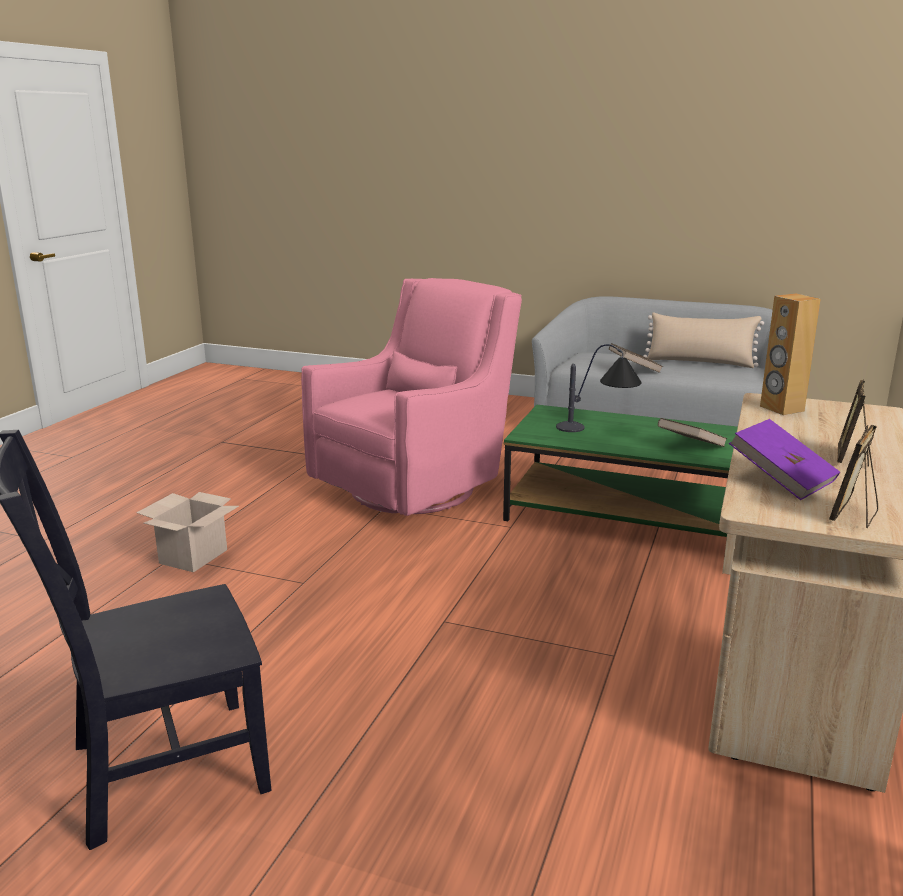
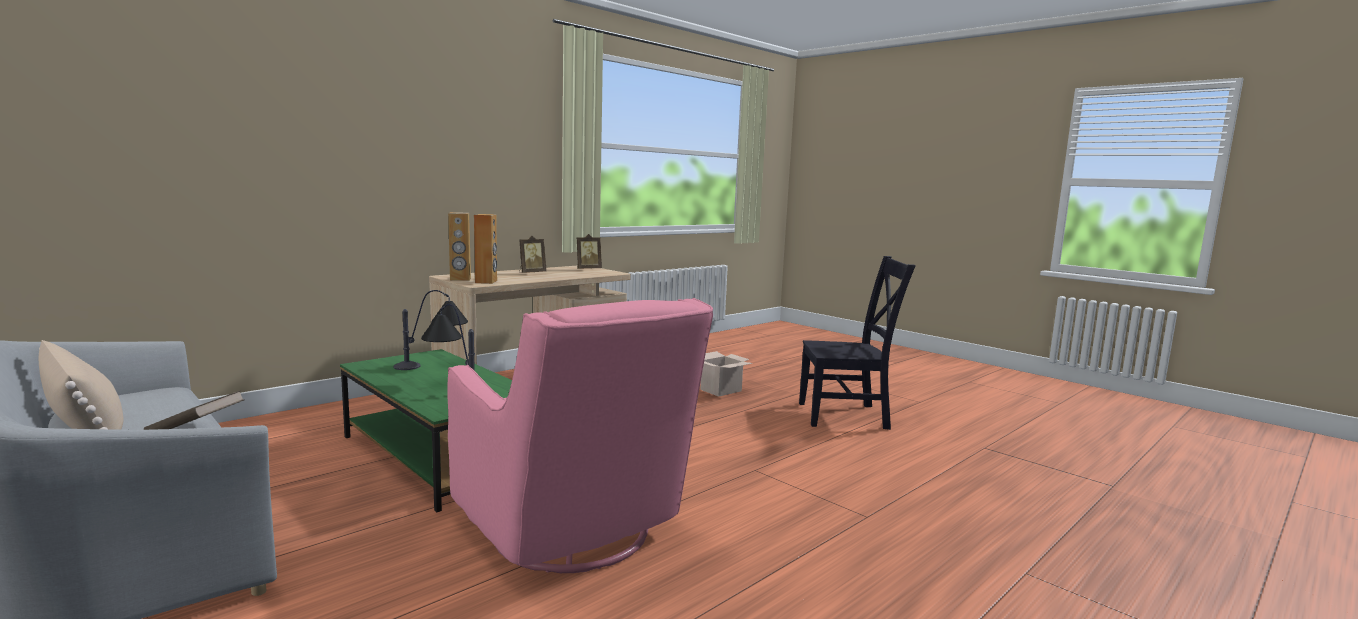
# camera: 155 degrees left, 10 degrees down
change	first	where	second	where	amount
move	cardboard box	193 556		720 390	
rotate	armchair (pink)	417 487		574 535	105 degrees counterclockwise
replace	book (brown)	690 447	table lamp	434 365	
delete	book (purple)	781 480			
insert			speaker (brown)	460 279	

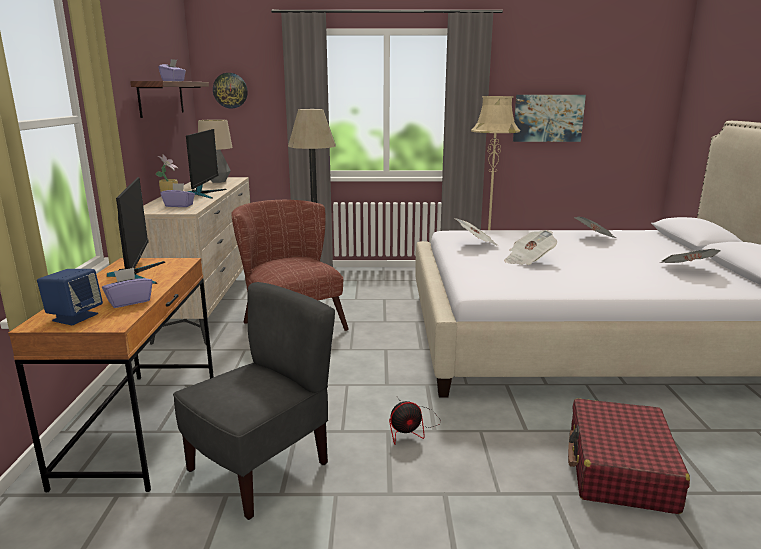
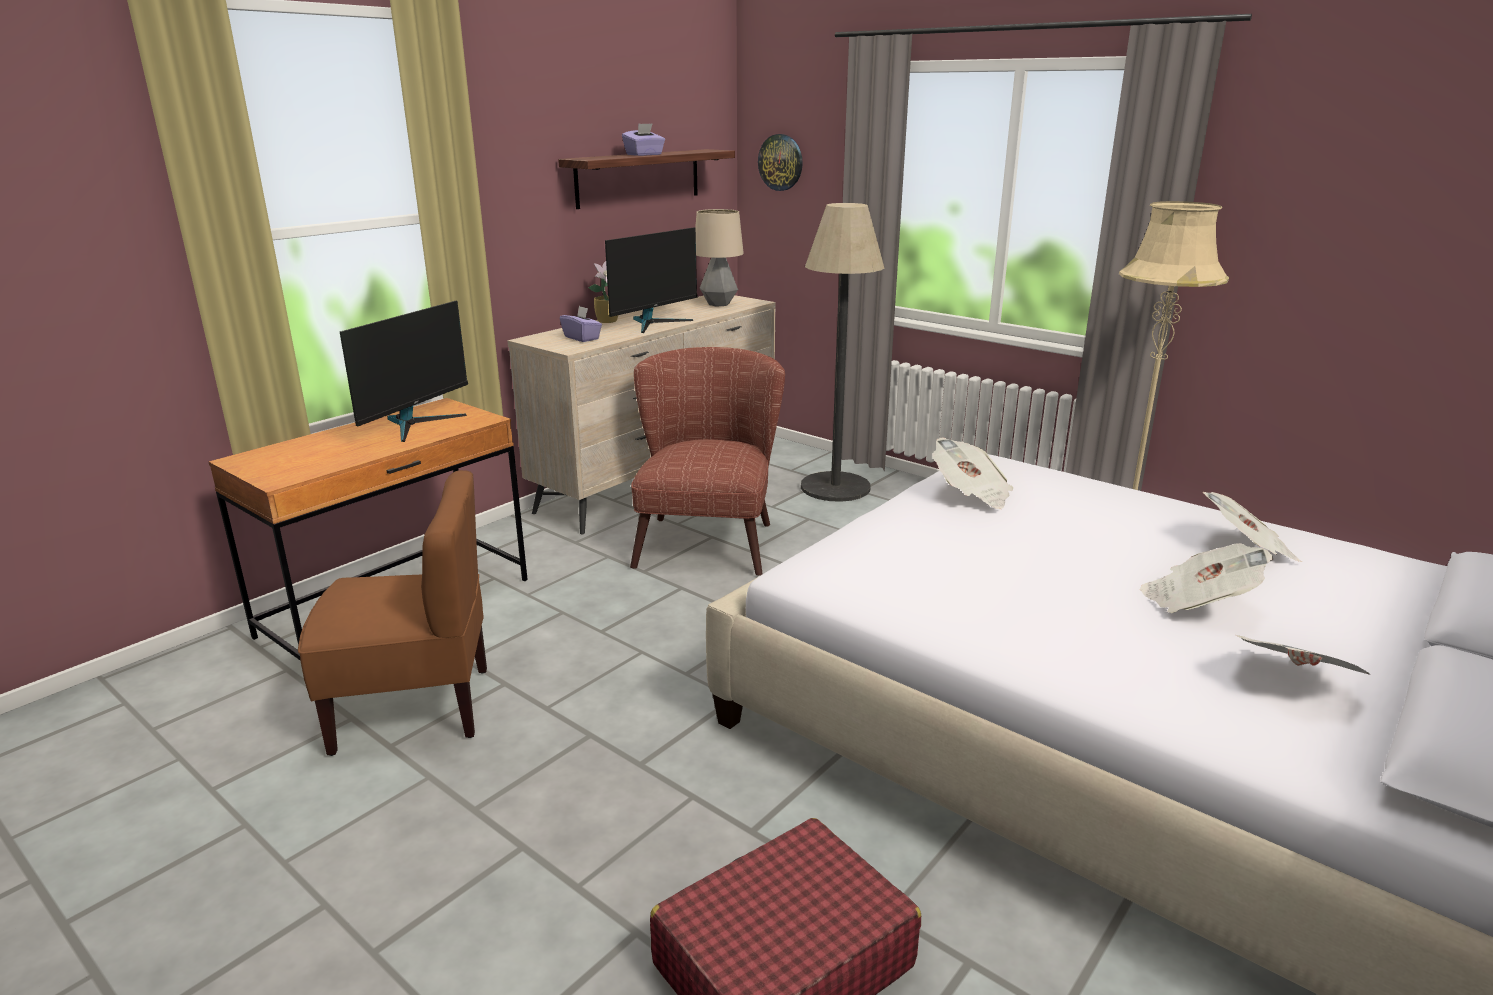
# camera: 40 degrees right, 5 degrees up
change	first	where	second	where	amount
delete	speaker (blue)	75 317			
delete	tissue box (purple)	129 301			
recolor	chair (grey)	260 468	chair (brown)	414 708	
delete	fan	411 428			
move	newspaper	528 260		1197 602	
delete	picture	548 118			

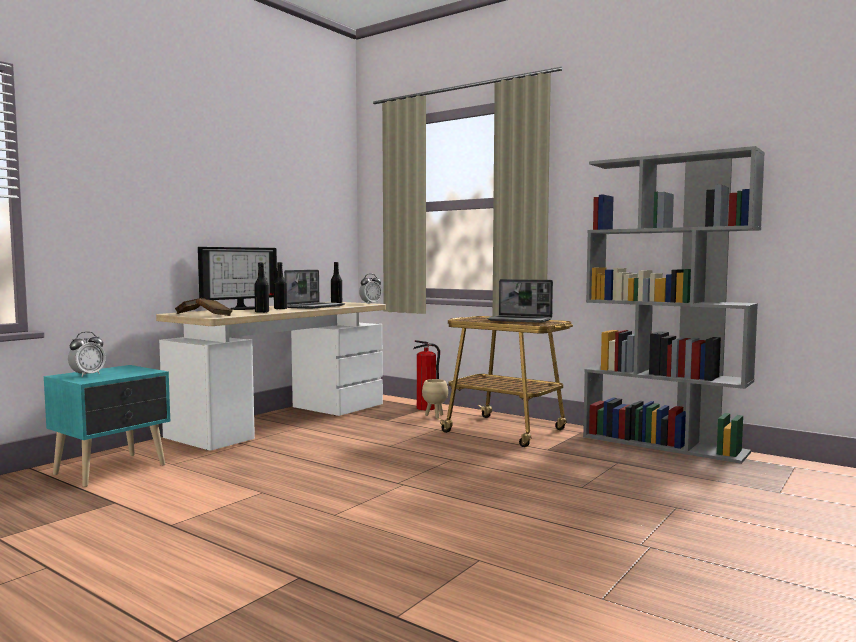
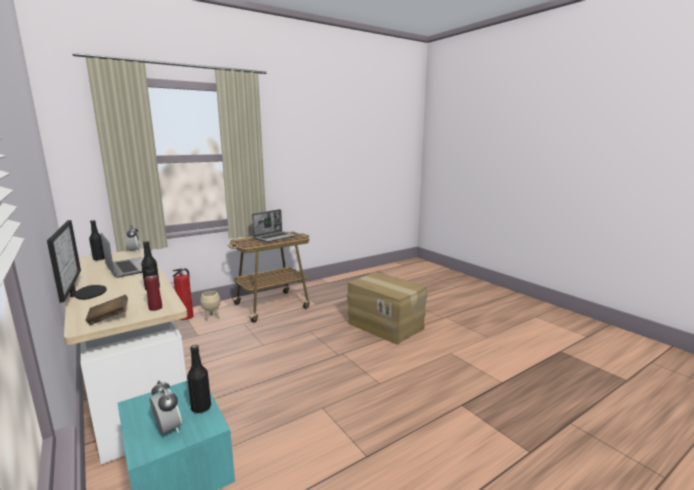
# camera: 70 degrees left, 10 degrees up
change	first	where	second	where	amount
replace	book (brown)	214 315	bottle (red)	155 308	
move	bottle (black)	280 309		201 407	
delete	bookcase (grey)	664 444			
insert			cardboard box	386 325	

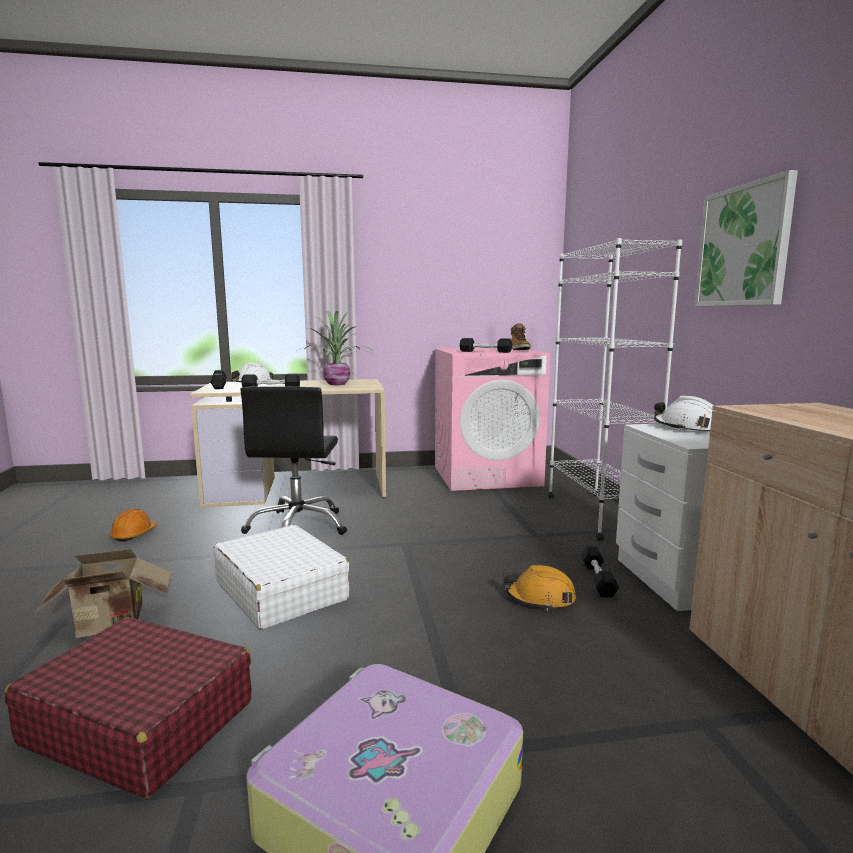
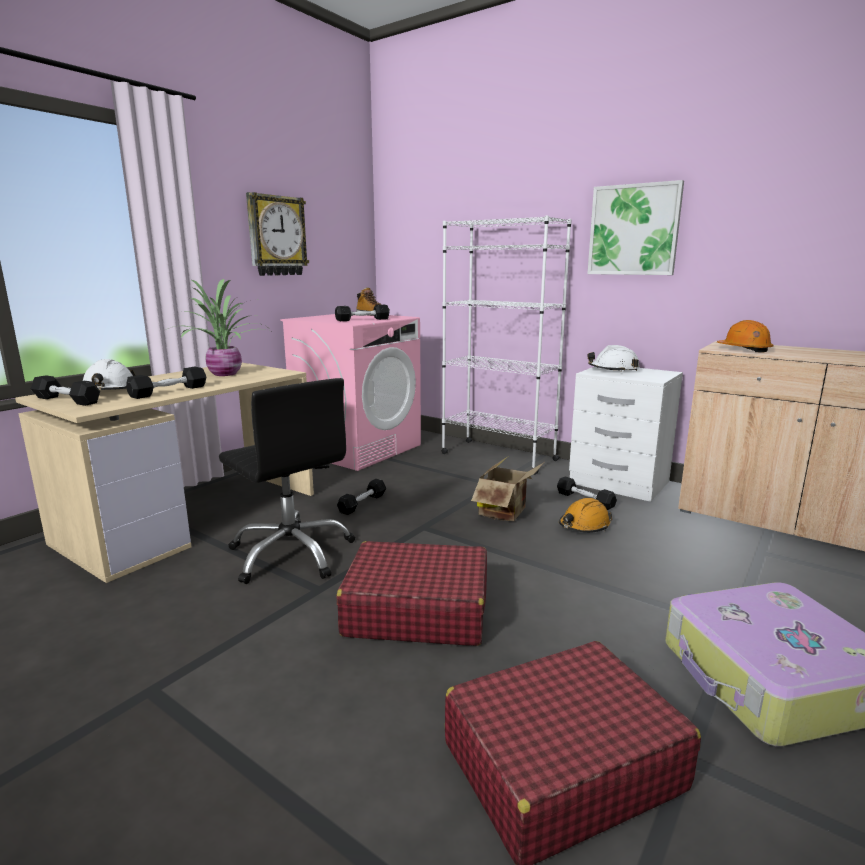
# camera: 45 degrees left, 5 degrees up
change	first	where	second	where	amount
move	cardboard box	112 625		506 512	
move	hard hat (orange)	134 534		744 349	
recolor	suitcase (white)	281 591	suitcase (red)	416 610	
insert			wall clock	276 236	
insert			dumbbell (black)	362 503	

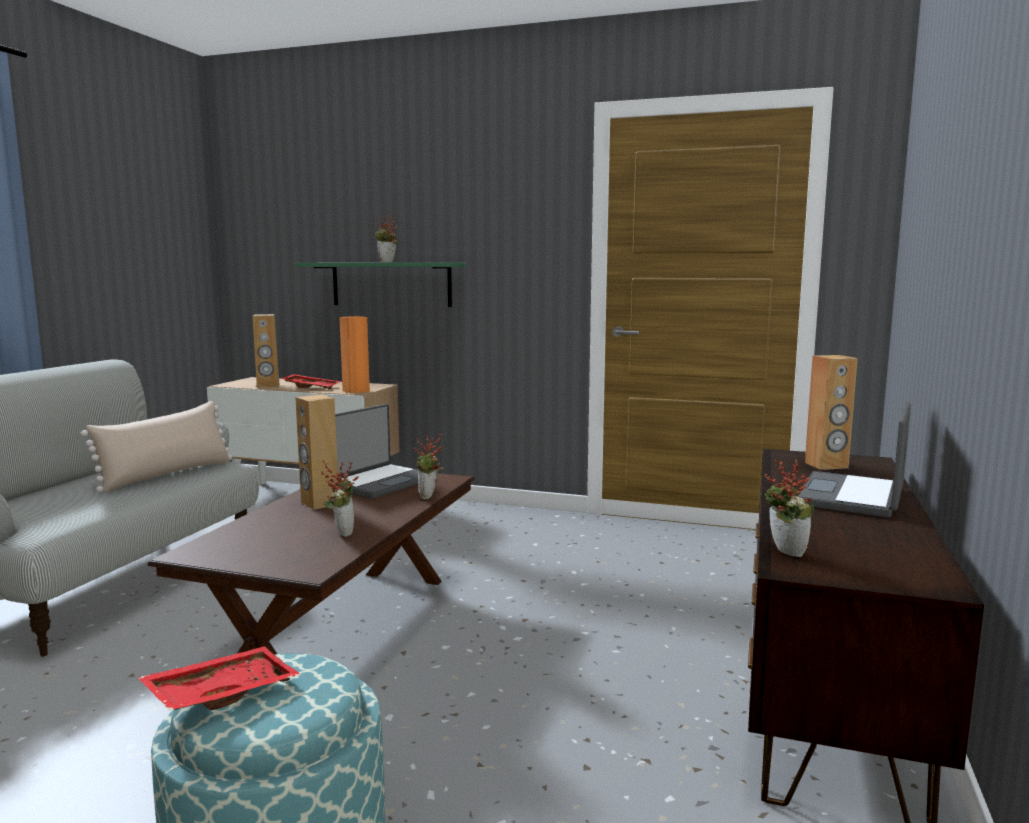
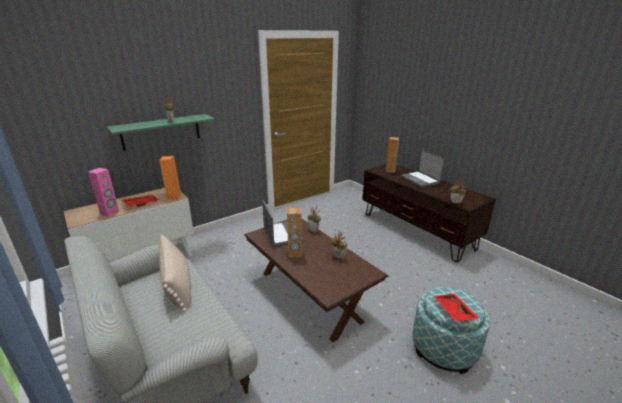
# camera: 55 degrees left, 15 degrees up
change	first	where	second	where	amount
recolor	speaker (brown)	268 386	speaker (pink)	110 212	

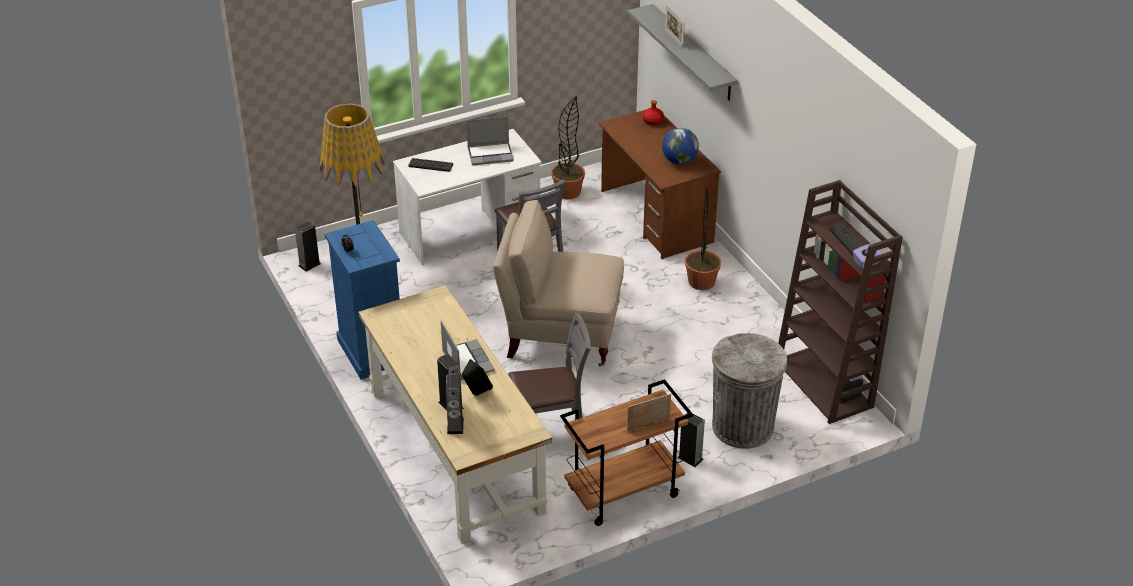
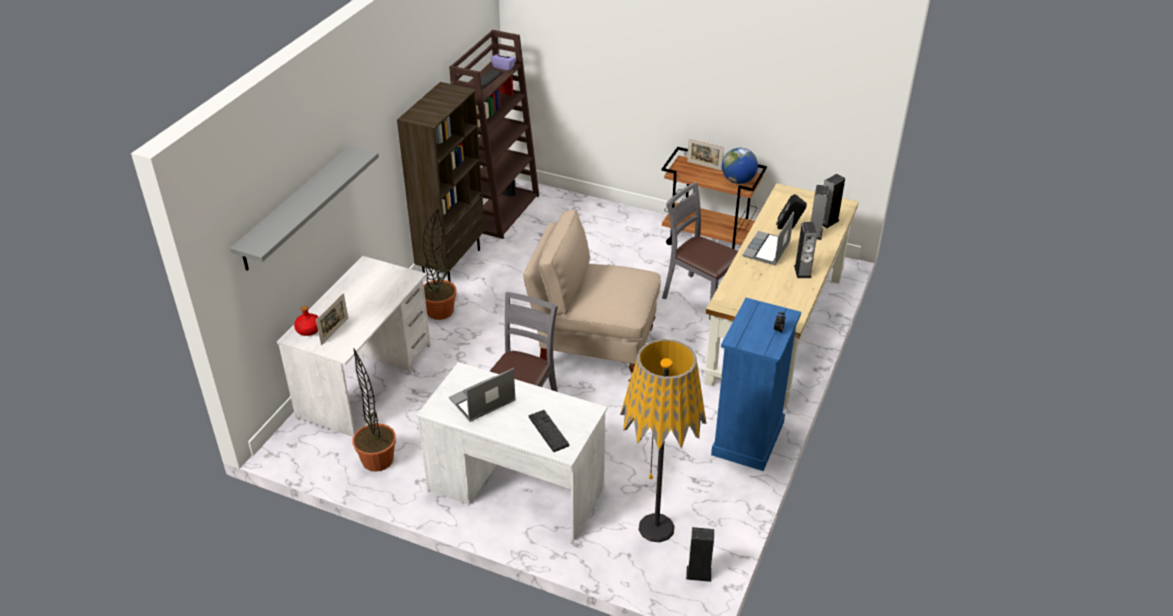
# camera: 130 degrees left, 0 degrees up
change	first	where	second	where	amount
rotate	laptop	491 154		482 401	75 degrees counterclockwise
rotate	chair (beige)	560 335		594 348	135 degrees clockwise
recolor	desk (brown)	656 217	desk (white)	366 380	
move	globe	679 161		738 181	
move	picture frame	674 38		334 331	
move	speaker	690 458		802 271	
delete	trash can (grey)	743 427			
insert			bookcase (brown)	451 262	

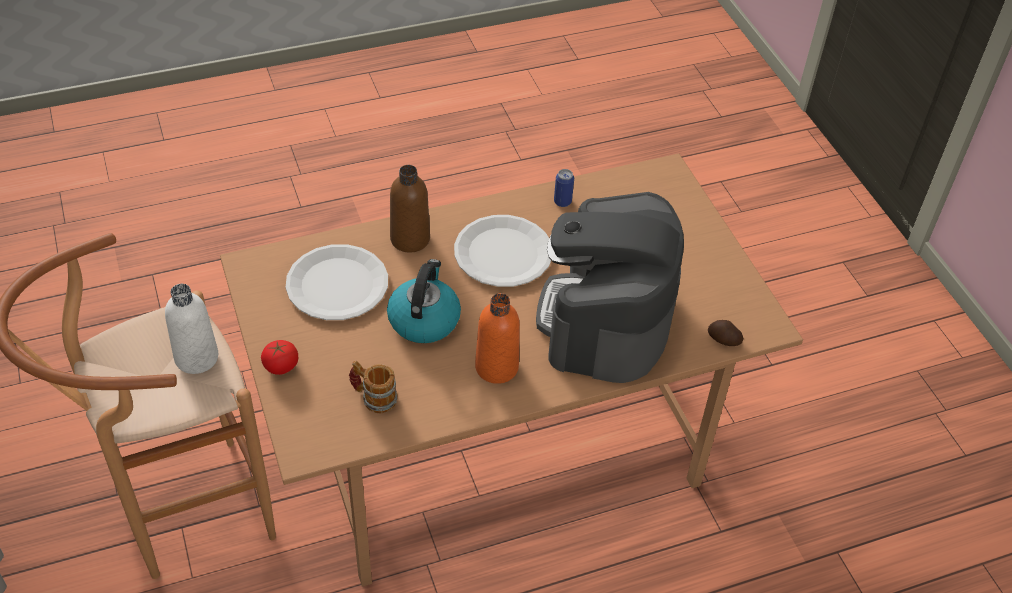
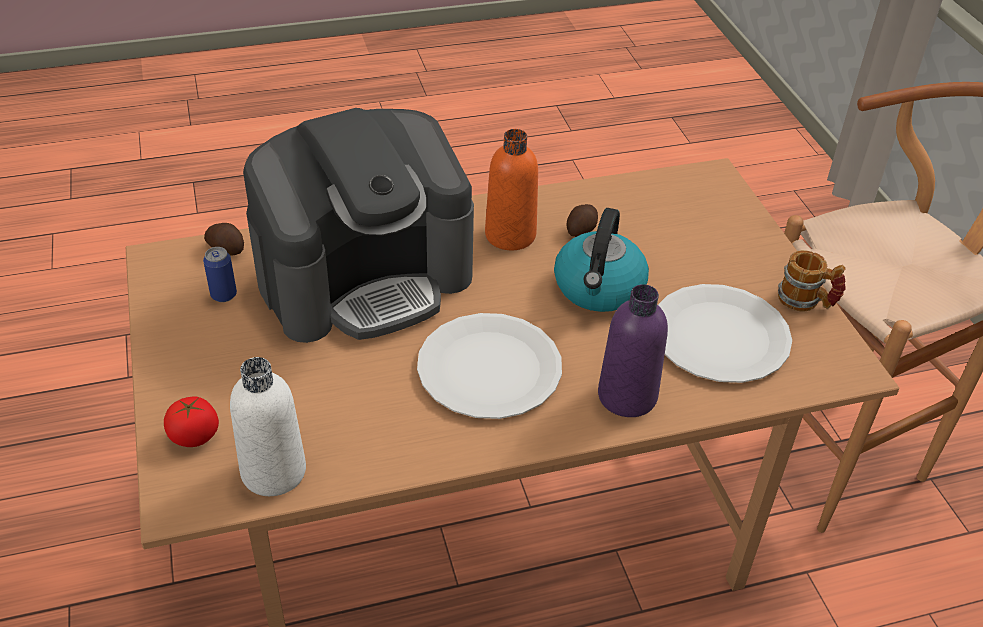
# camera: 175 degrees left, 5 degrees down
change	first	where	second	where	amount
move	bottle (white)	196 357		273 471	
move	tomato	281 366		194 436	
move	mug	373 397		806 301	
recolor	bottle (brown)	410 239	bottle (purple)	627 396	
rotate	coffee machine	606 319		365 277	45 degrees clockwise
move	can	562 202		223 295	
insert			potato	582 229	

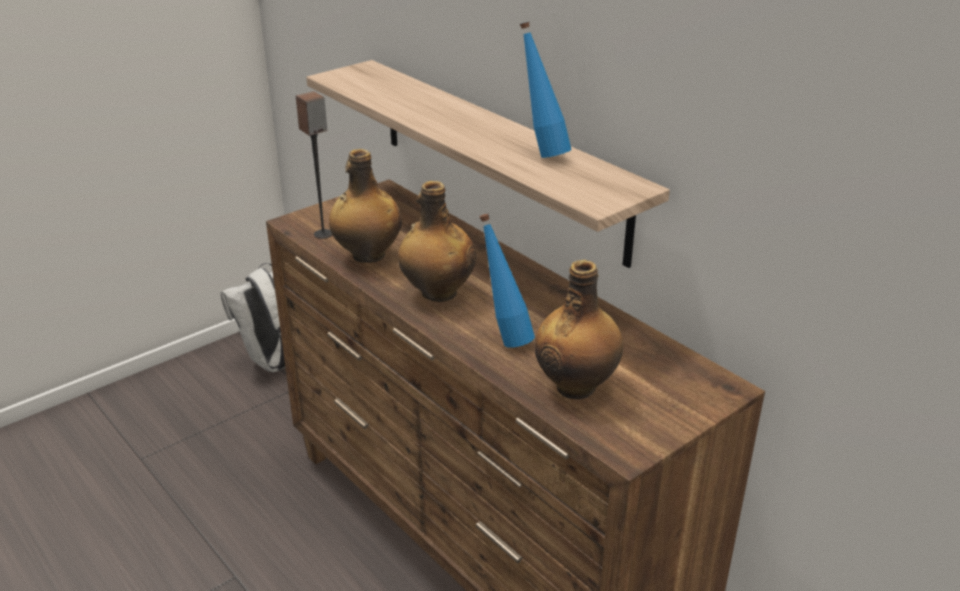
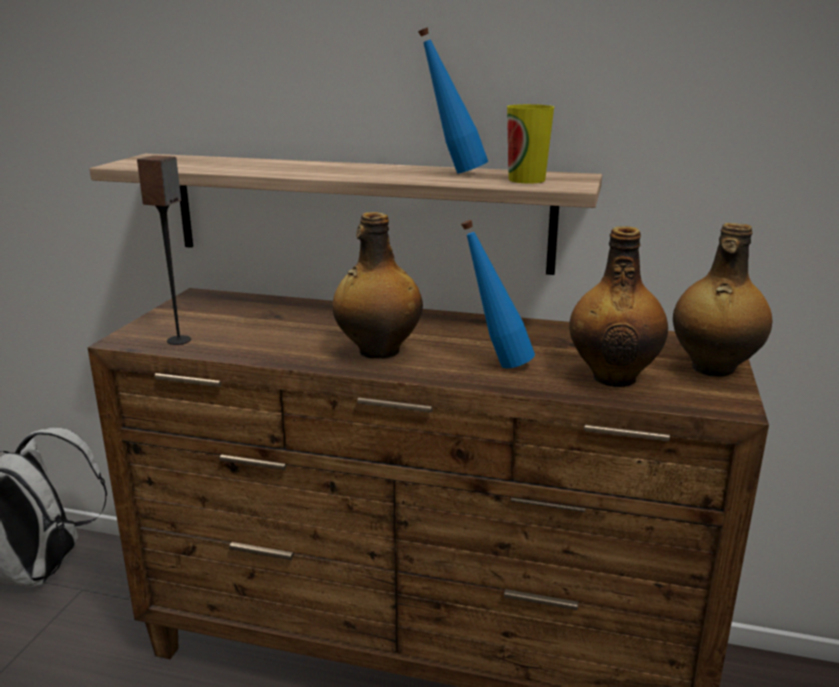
# camera: 35 degrees left, 10 degrees down
change	first	where	second	where	amount
move	bottle	367 255		712 369	
insert			cup	526 180	

